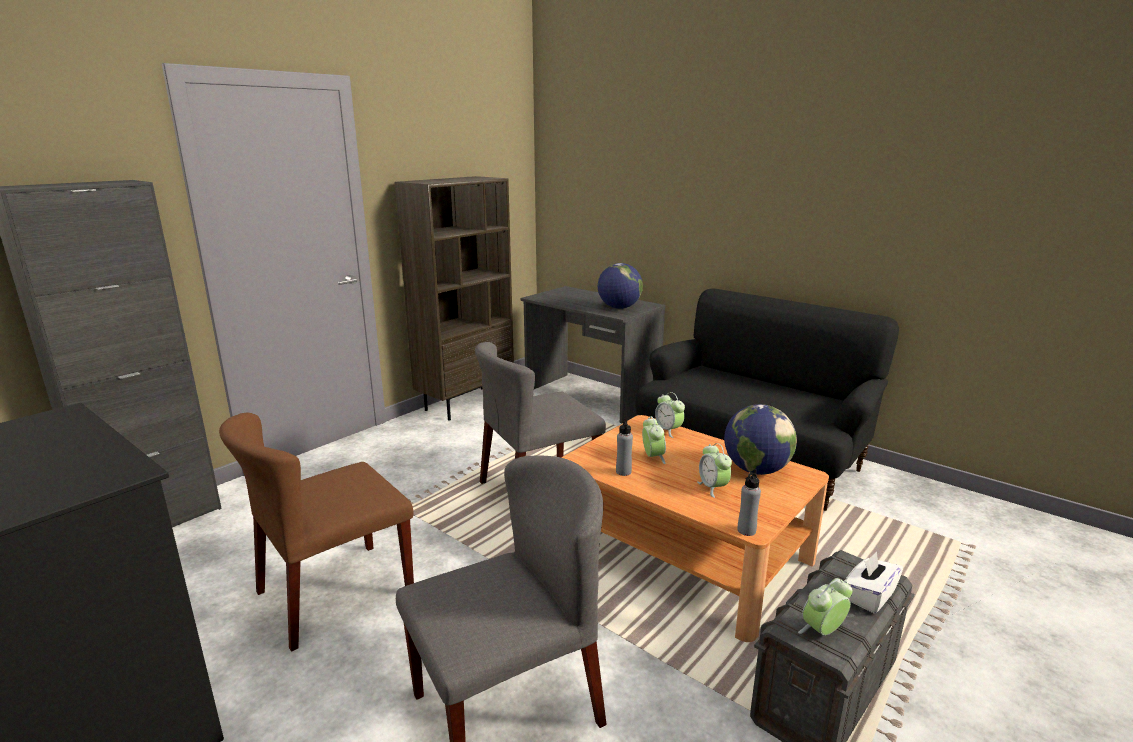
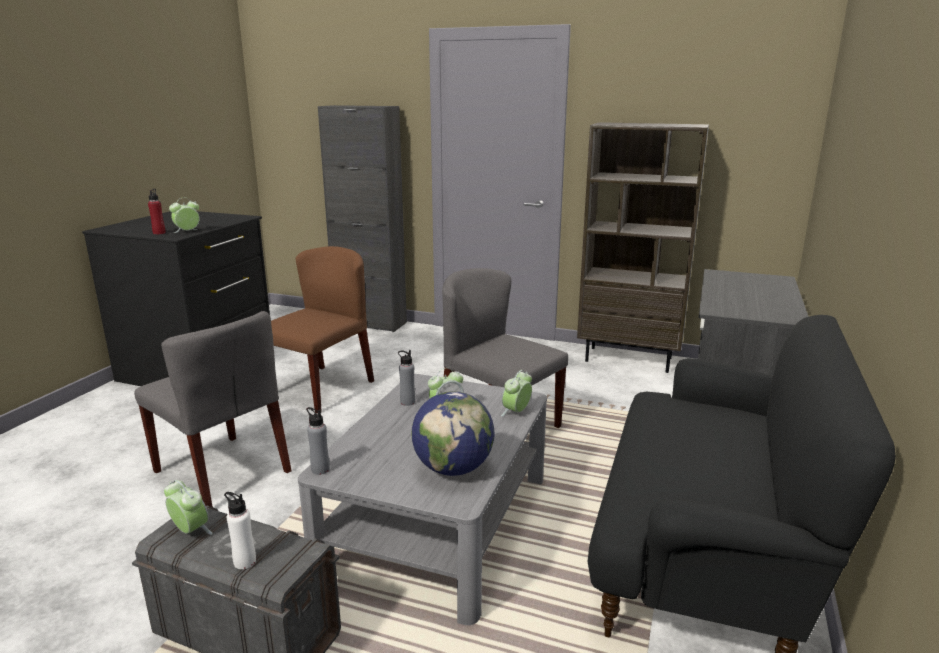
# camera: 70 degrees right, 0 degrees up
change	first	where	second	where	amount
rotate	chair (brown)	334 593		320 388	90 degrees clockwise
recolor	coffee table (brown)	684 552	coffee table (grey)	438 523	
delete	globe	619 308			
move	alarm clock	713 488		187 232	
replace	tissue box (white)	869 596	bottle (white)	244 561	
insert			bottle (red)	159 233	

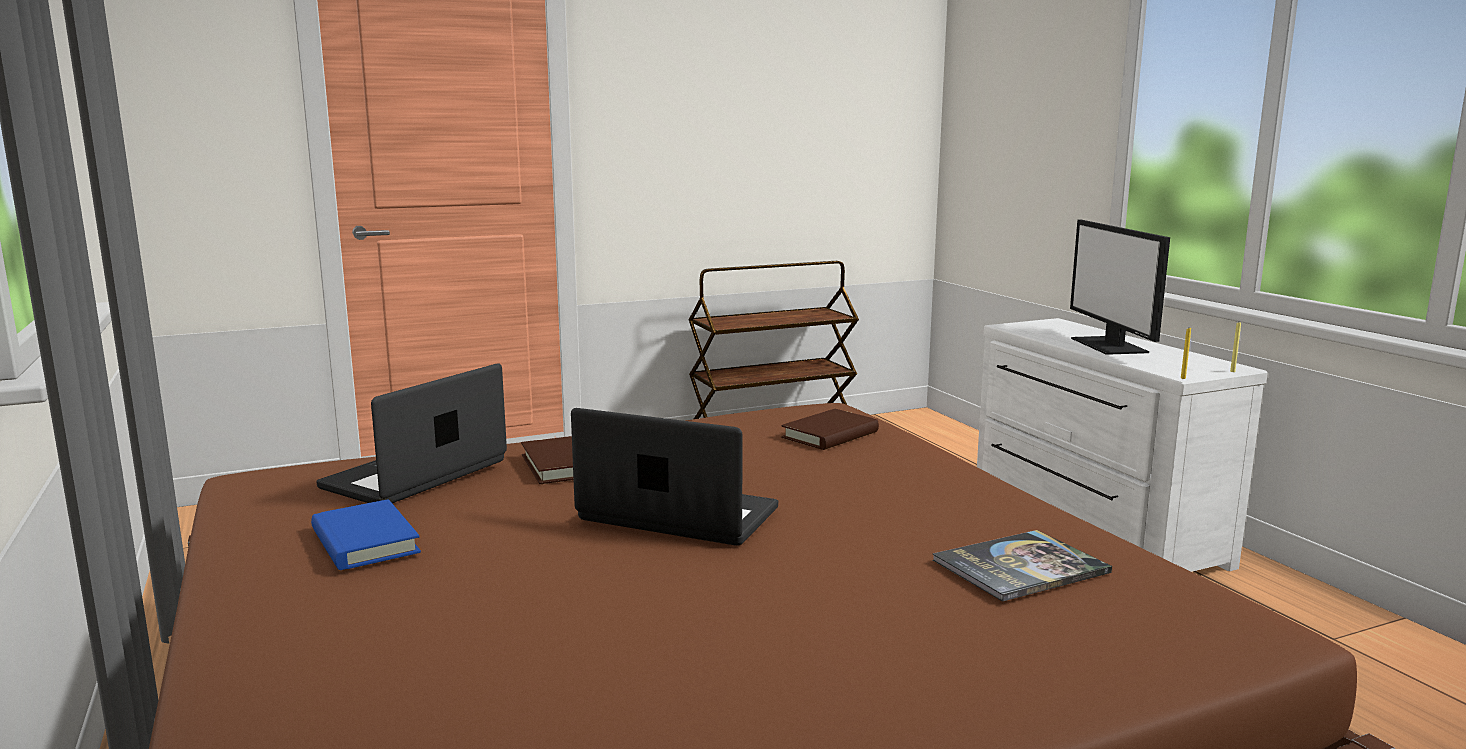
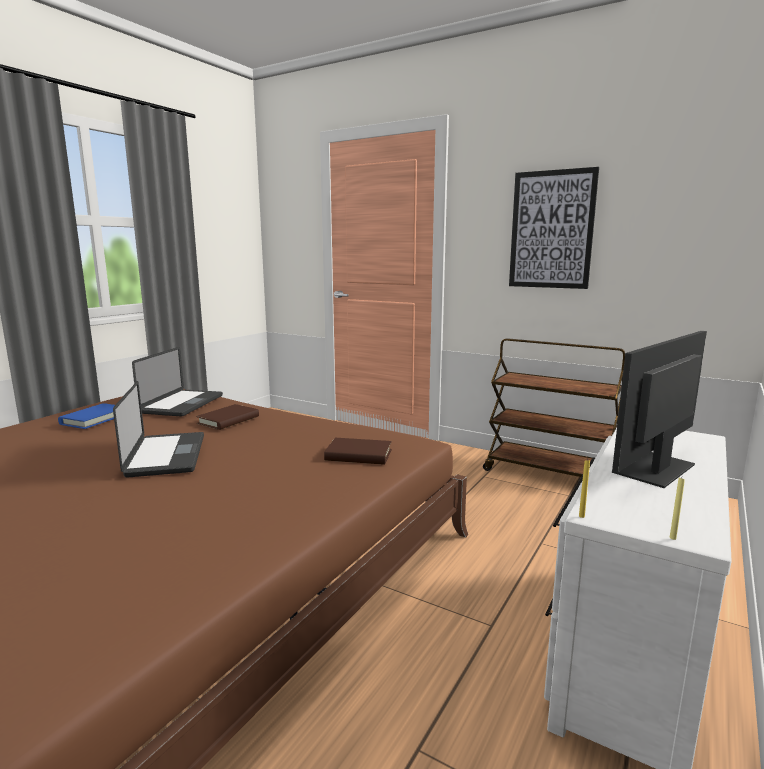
# camera: 55 degrees right, 0 degrees up
change	first	where	second	where	amount
rotate	laptop	415 475		182 404	105 degrees clockwise
delete	book	1020 567			
insert			picture	551 230	

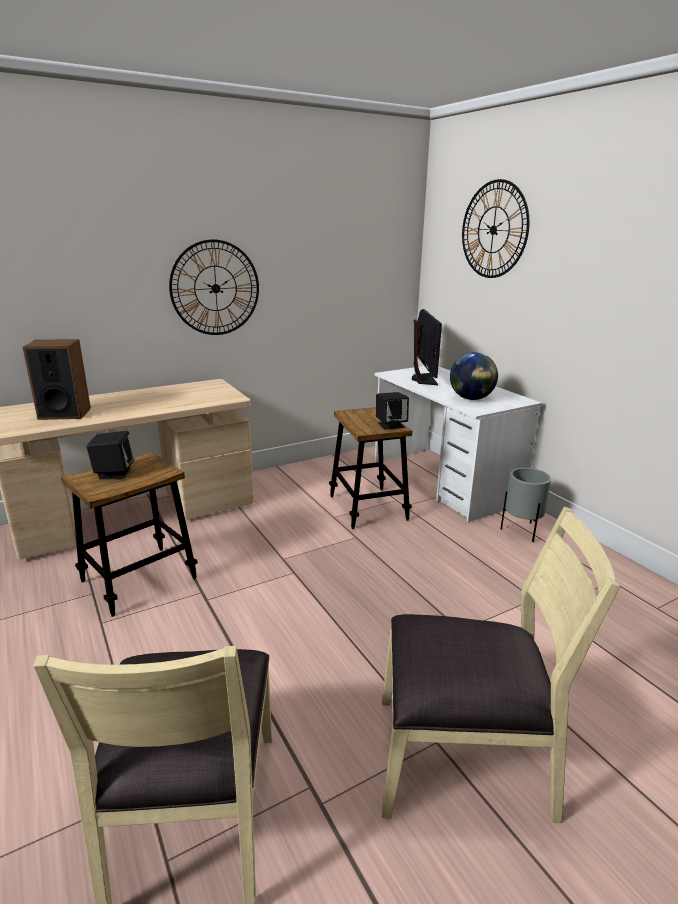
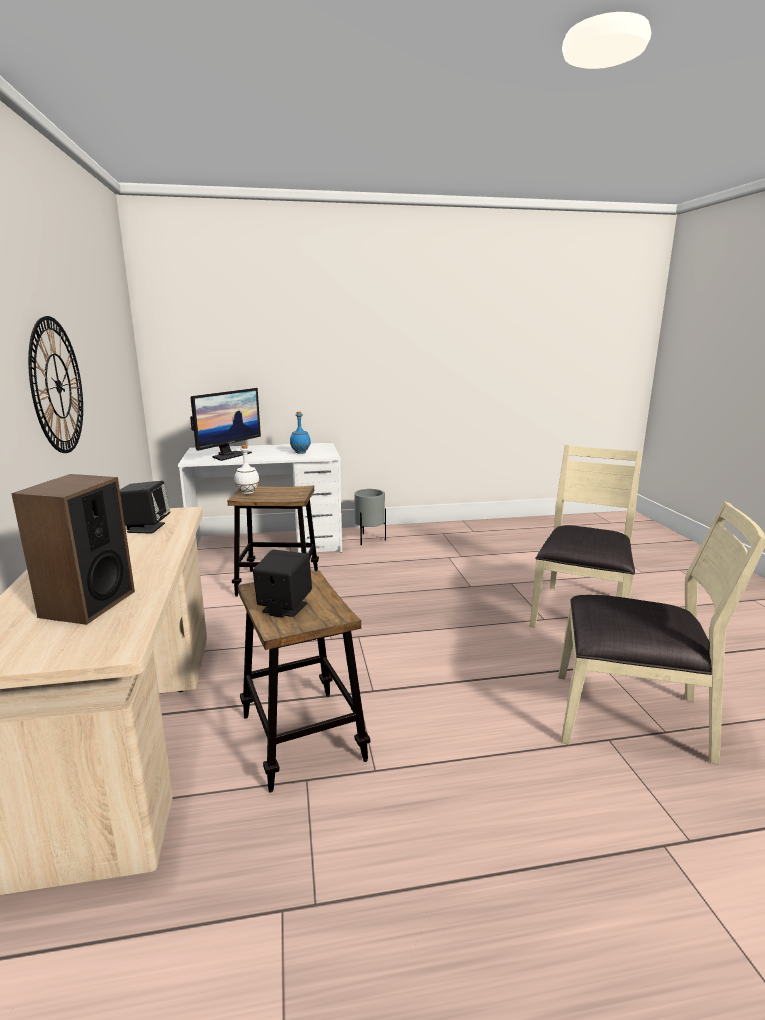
# camera: 70 degrees left, 5 degrees down
change	first	where	second	where	amount
move	speaker (black)	391 425		145 528	
rotate	monitor	423 379		229 455	105 degrees clockwise
replace	globe	471 399	bottle (blue)	301 453	
delete	wall clock	493 230			
insert			bottle (white)	247 492	

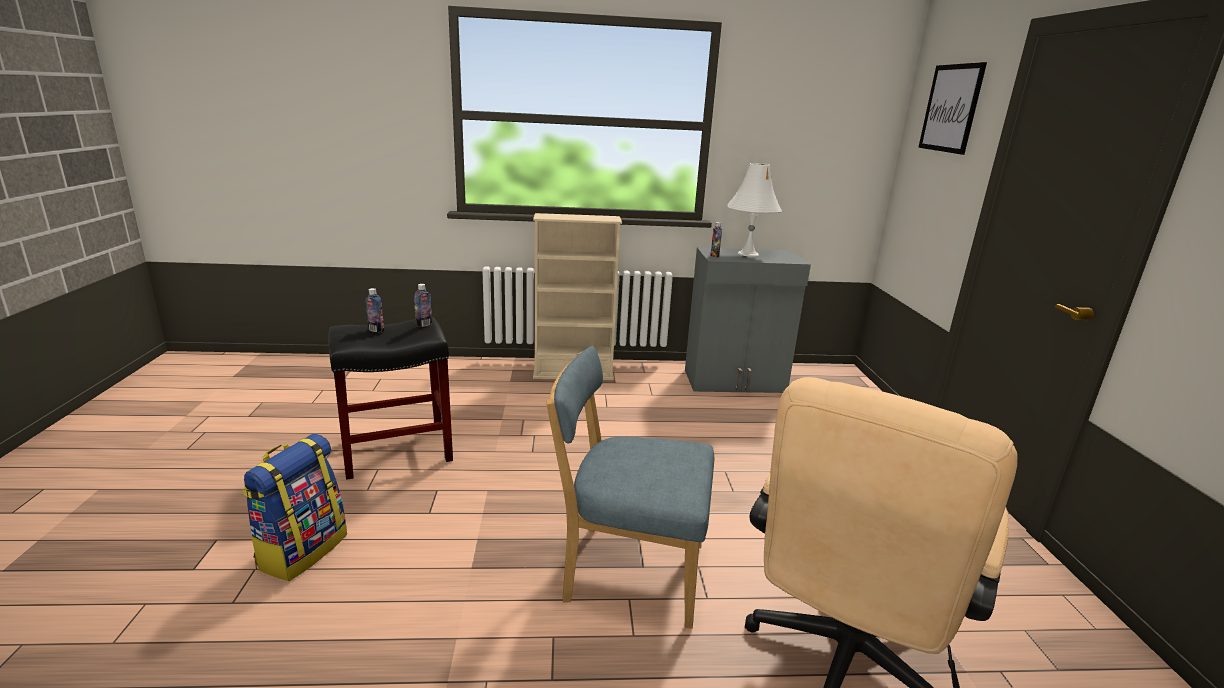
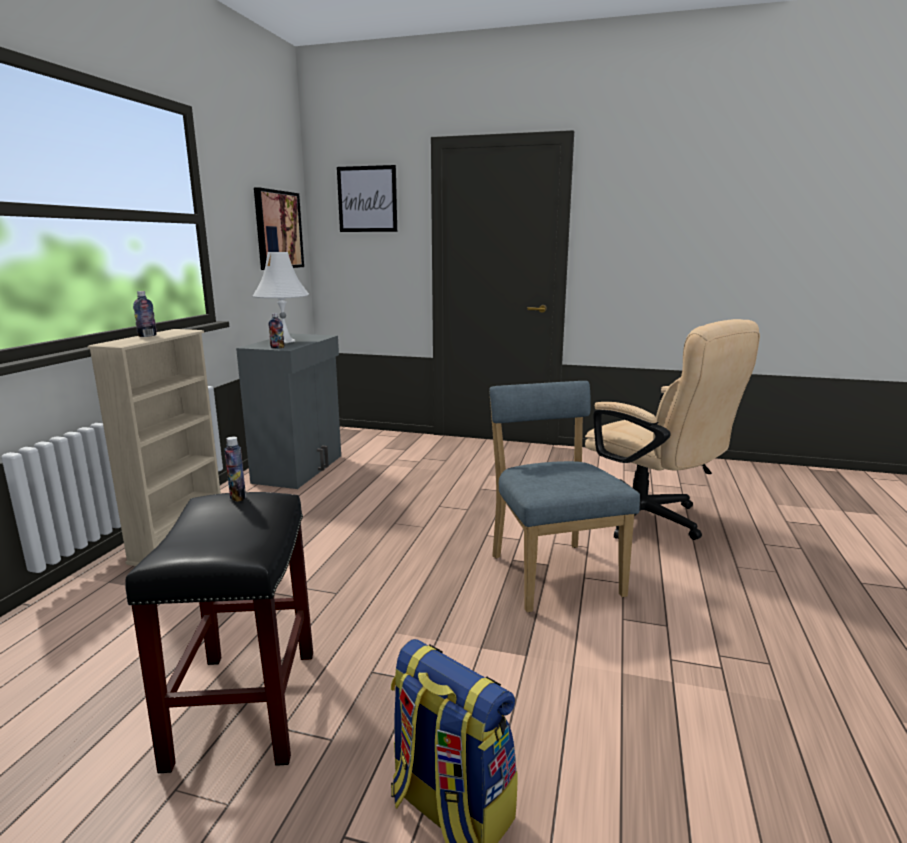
# camera: 70 degrees left, 5 degrees down
change	first	where	second	where	amount
move	bottle	376 330		147 336	
rotate	chair (blue)	627 571		552 572	135 degrees clockwise
insert			picture	278 230	

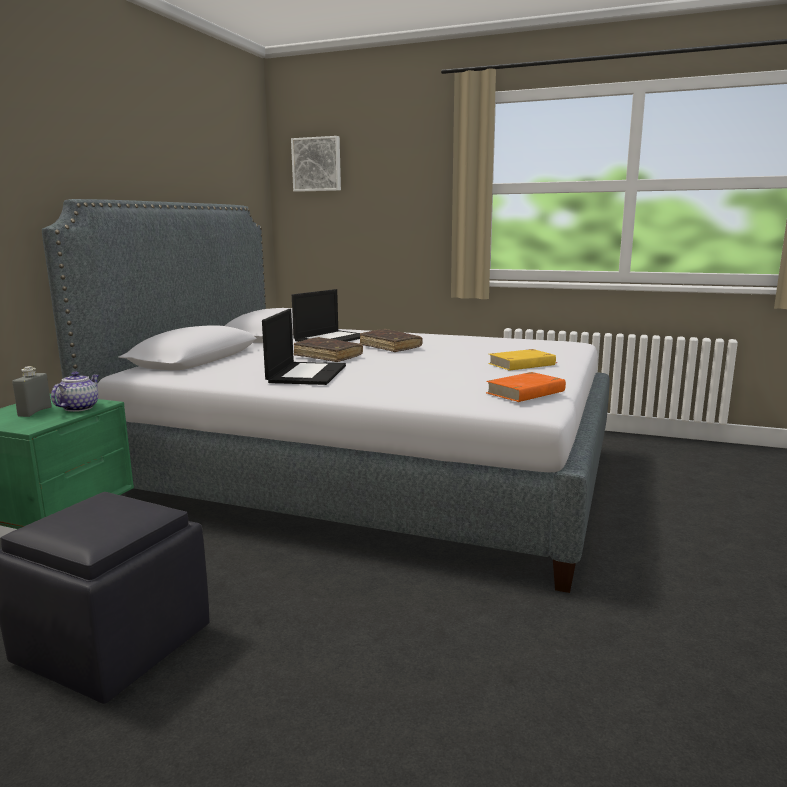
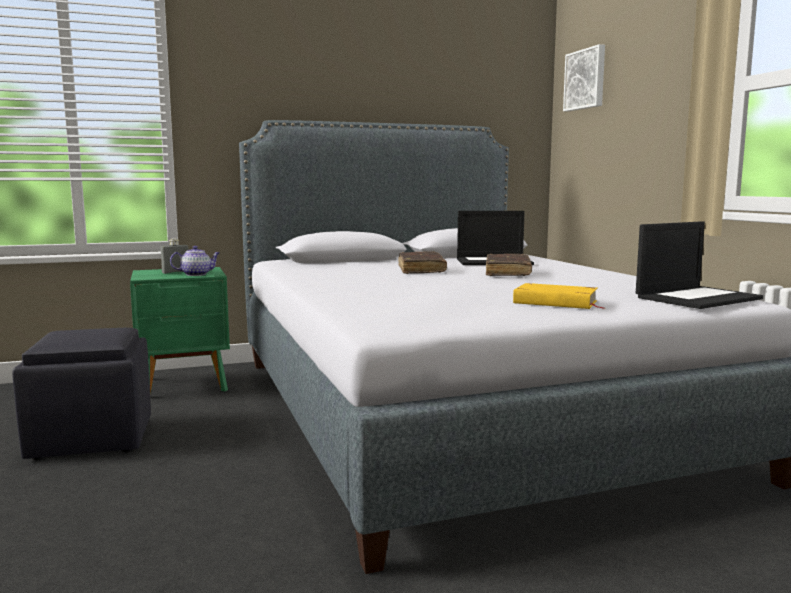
# camera: 50 degrees right, 5 degrees down
change	first	where	second	where	amount
move	laptop	306 374		697 298	
delete	book (orange)	526 392			

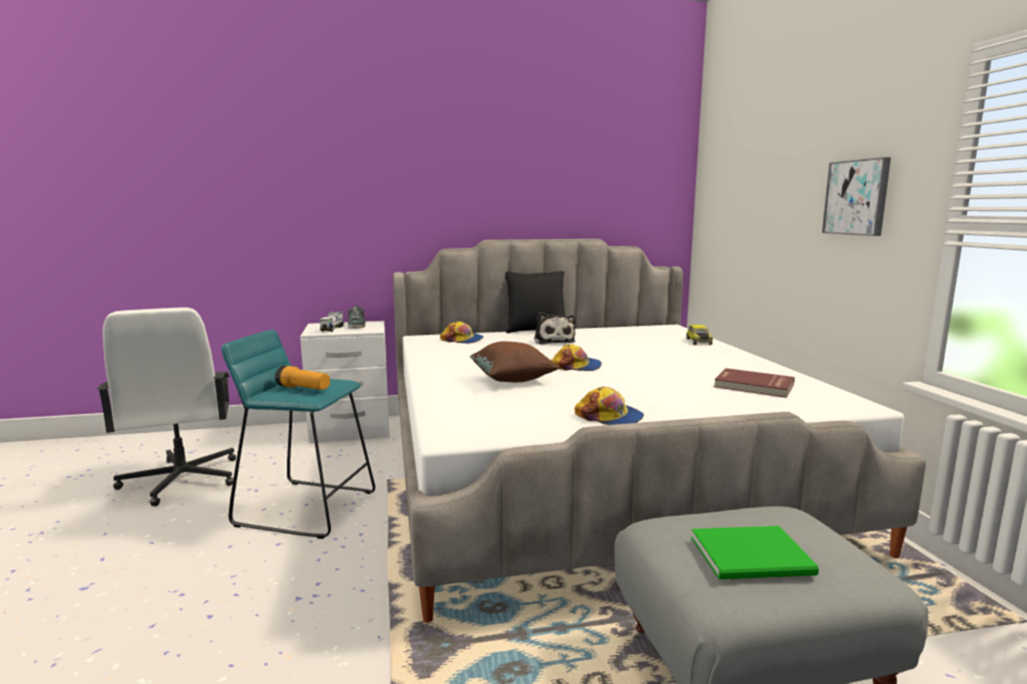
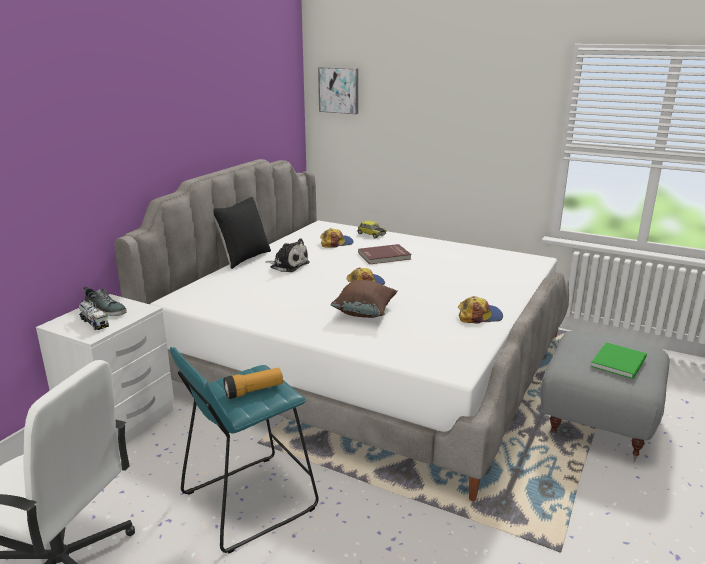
# camera: 50 degrees left, 10 degrees up
change	first	where	second	where	amount
move	cap	462 340		336 243	
move	book (red)	753 386		384 256	
move	picture	857 197		339 90	

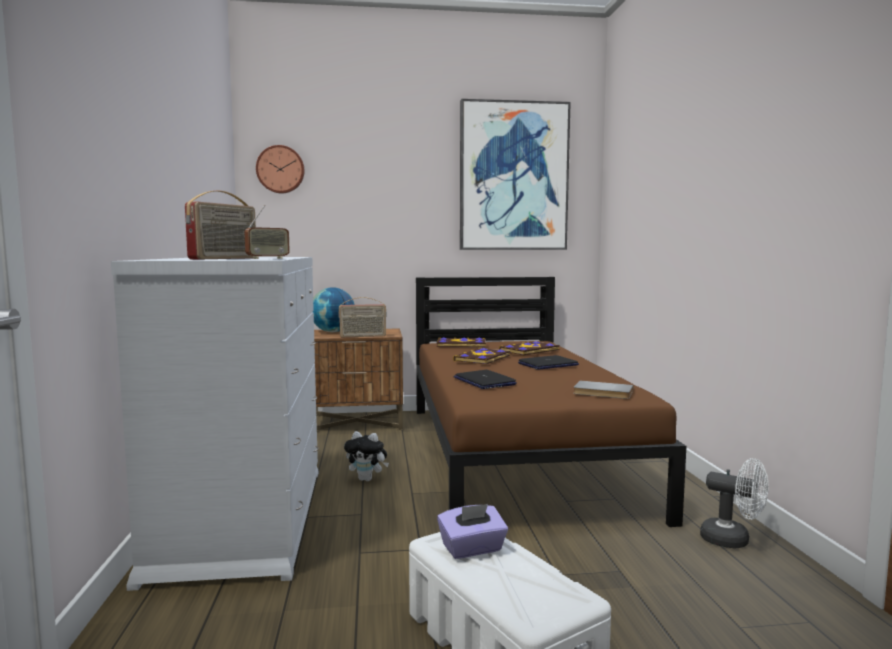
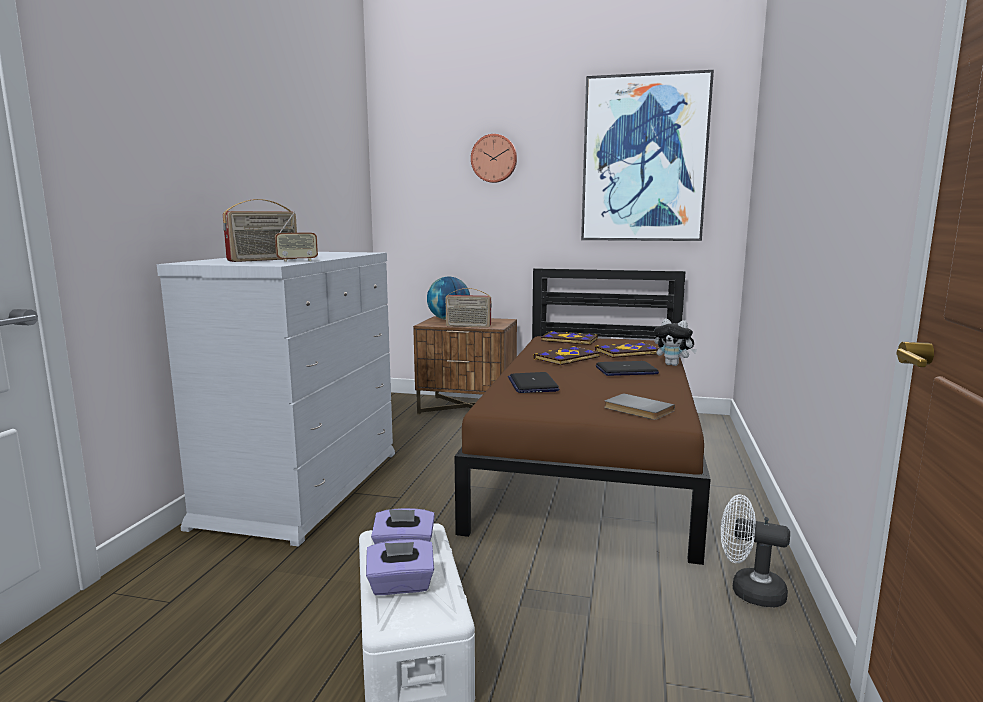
# camera: 20 degrees right, 5 degrees up
change	first	where	second	where	amount
move	wall clock	280 169		494 158	
move	plush toy	367 479		673 365	
rotate	fan (white)	733 540		748 591	150 degrees clockwise
insert			tissue box (purple)	401 585	

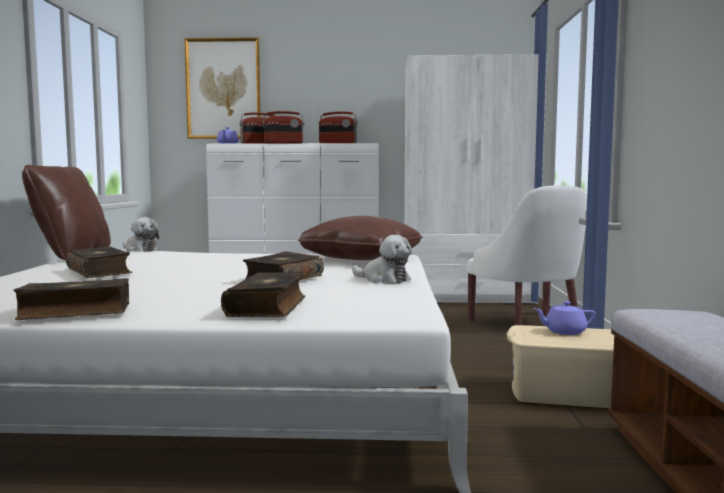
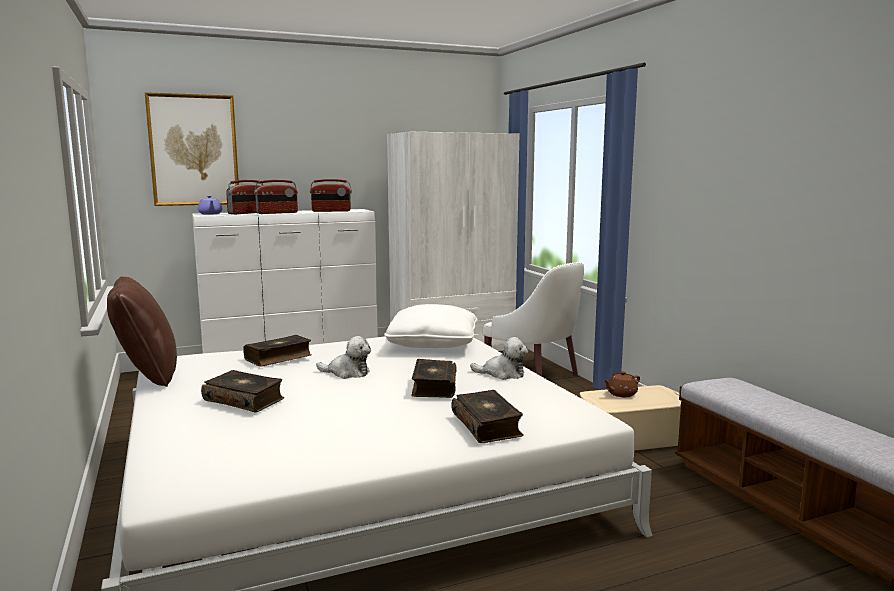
# camera: 25 degrees left, 5 degrees up
change	first	where	second	where	amount
move	book	75 312		279 358	
move	plush toy	140 250		347 373	
recolor	pillow (brown)	361 258	pillow (white)	432 344	
recolor	teapot (purple)	564 332	teapot (brown)	621 394	

